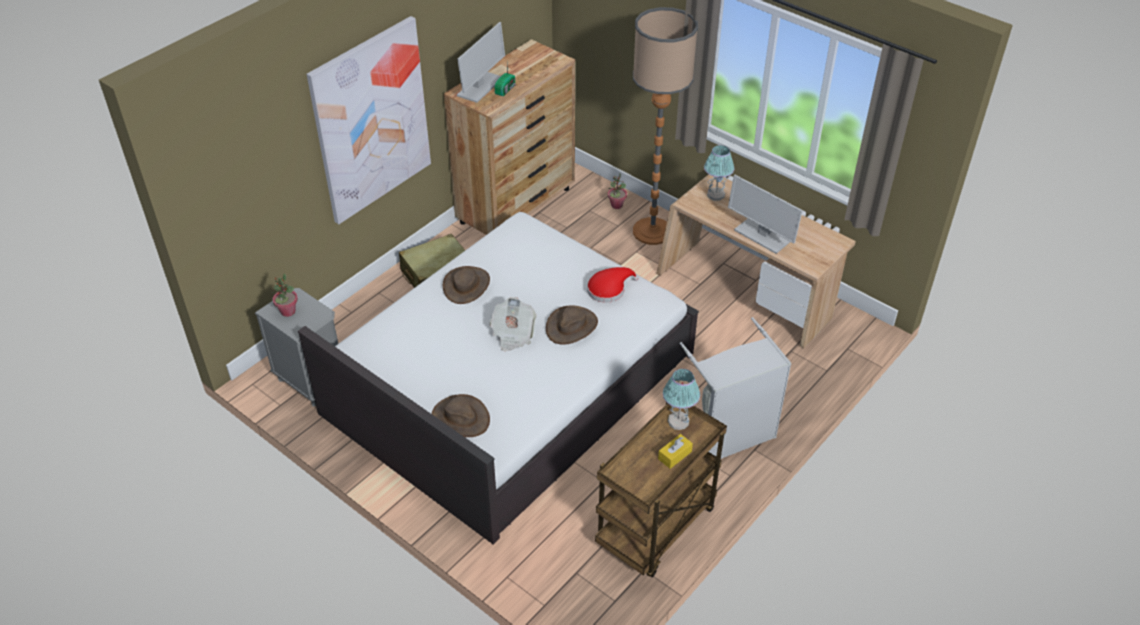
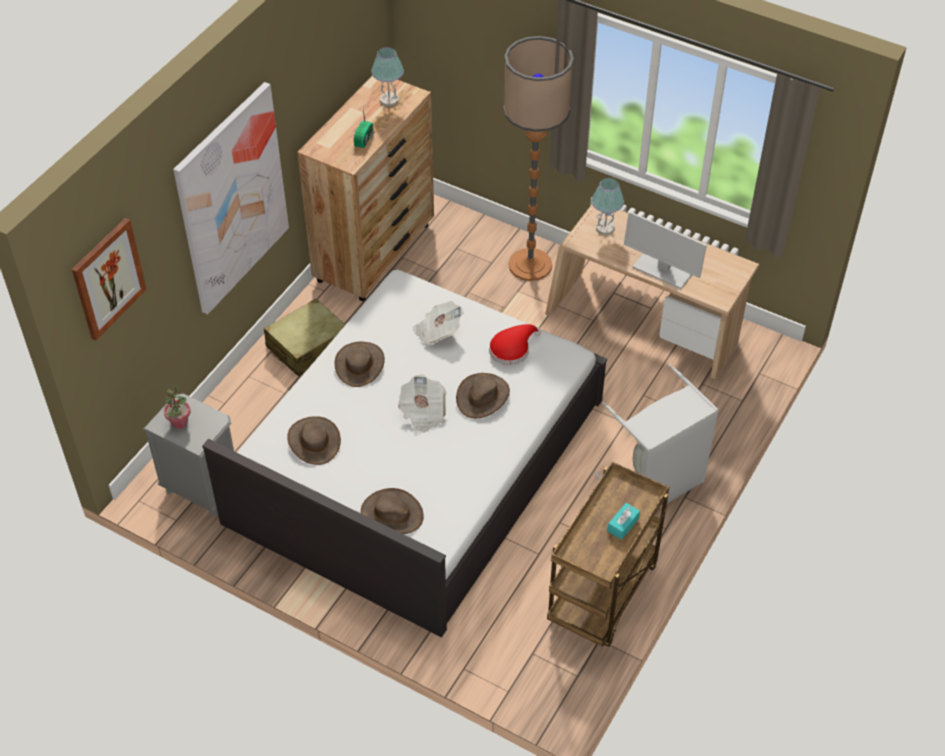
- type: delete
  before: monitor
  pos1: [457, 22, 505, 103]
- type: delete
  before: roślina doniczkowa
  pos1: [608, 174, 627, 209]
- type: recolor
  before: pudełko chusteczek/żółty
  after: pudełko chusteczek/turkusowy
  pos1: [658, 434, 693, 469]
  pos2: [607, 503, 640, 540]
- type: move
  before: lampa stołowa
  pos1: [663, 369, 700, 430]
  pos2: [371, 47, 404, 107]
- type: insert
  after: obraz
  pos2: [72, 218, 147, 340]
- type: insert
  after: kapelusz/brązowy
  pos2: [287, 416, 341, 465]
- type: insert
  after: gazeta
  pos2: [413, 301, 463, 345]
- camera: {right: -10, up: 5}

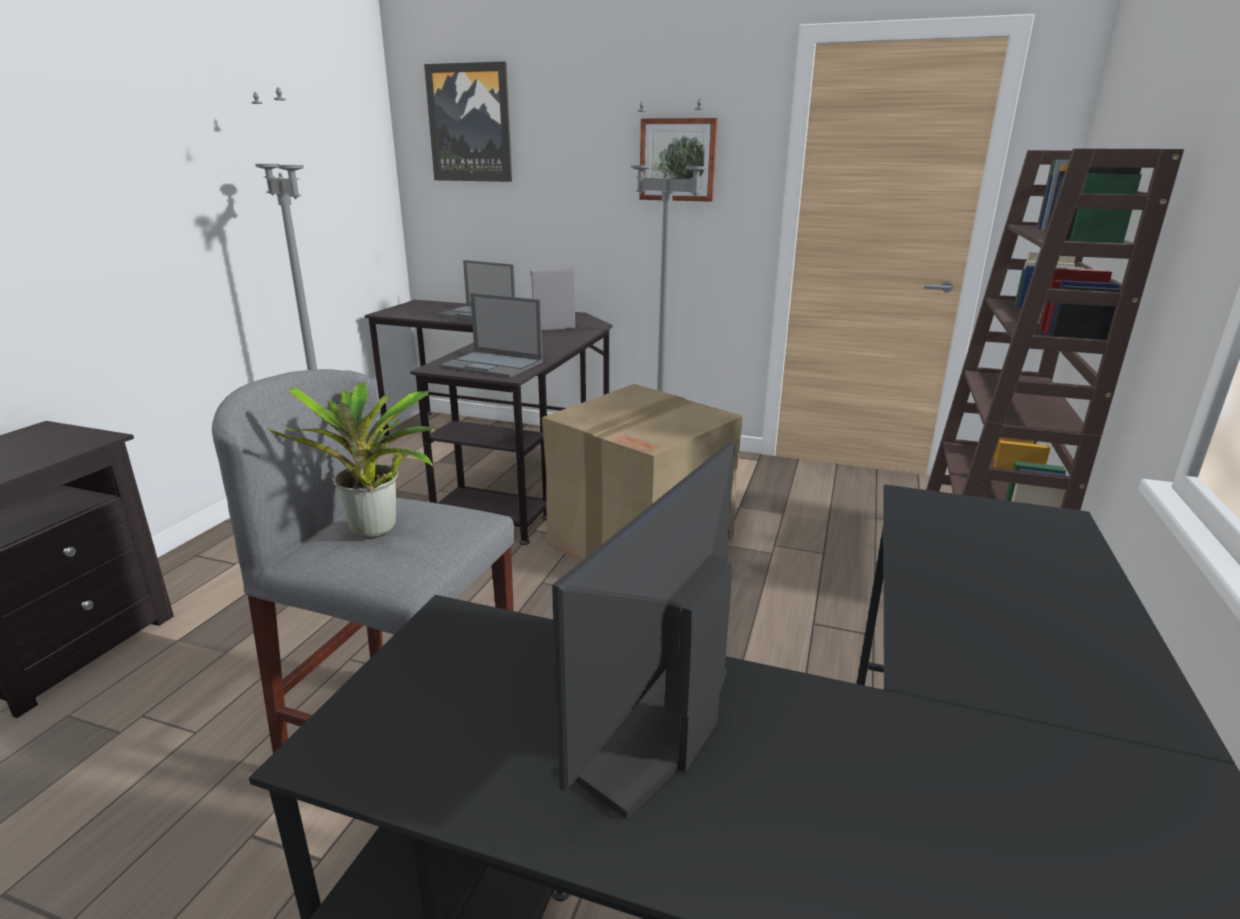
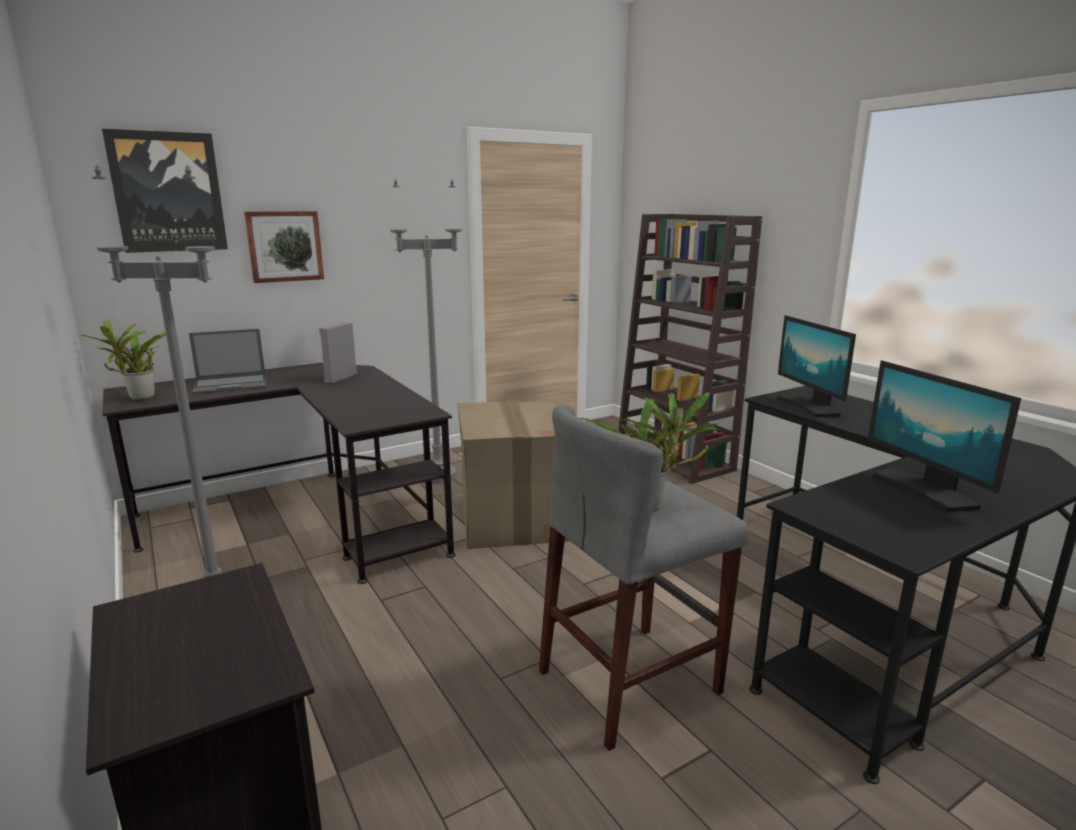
- type: delete
  before: laptop
  pos1: [440, 293, 543, 378]
- type: move
  before: obraz
  pos1: [639, 118, 718, 202]
  pos2: [244, 211, 324, 283]
- type: insert
  after: roślina doniczkowa
  pos2: [81, 320, 166, 400]
- type: insert
  after: monitor
  pos2: [776, 315, 856, 417]
- camera: {right: -50, up: -5}

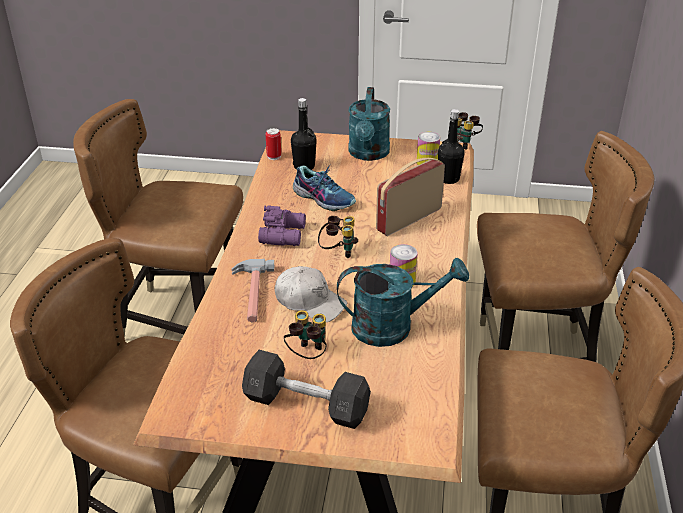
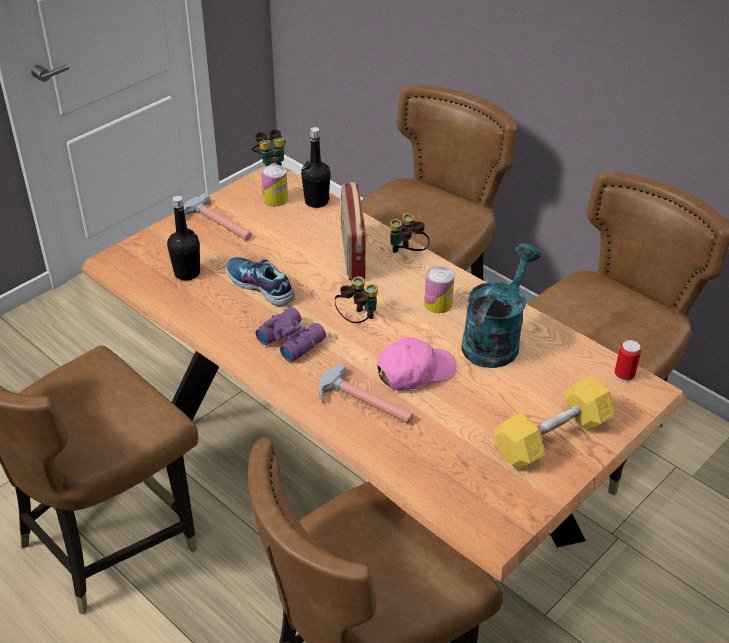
- type: recolor
  before: hantel/szary
  after: hantel/żółty
  pos1: [242, 350, 371, 429]
  pos2: [494, 376, 616, 470]
- type: move
  before: puszka
  pos1: [265, 128, 281, 160]
  pos2: [615, 340, 641, 382]
- type: recolor
  before: czapka z daszkiem/biały
  after: czapka z daszkiem/różowy
  pos1: [275, 266, 347, 322]
  pos2: [377, 337, 456, 390]
- type: move
  before: lornetka
  pos1: [284, 310, 327, 359]
  pos2: [390, 213, 430, 253]
- type: rotate
  before: but
  pos1: [293, 164, 356, 211]
  pos2: [226, 257, 295, 306]
  turn: -120
- type: replace
  before: konewka/turkusowy
  after: młotek
  pos1: [348, 87, 390, 161]
  pos2: [184, 193, 252, 240]
- camera: {right: -55, up: 5}

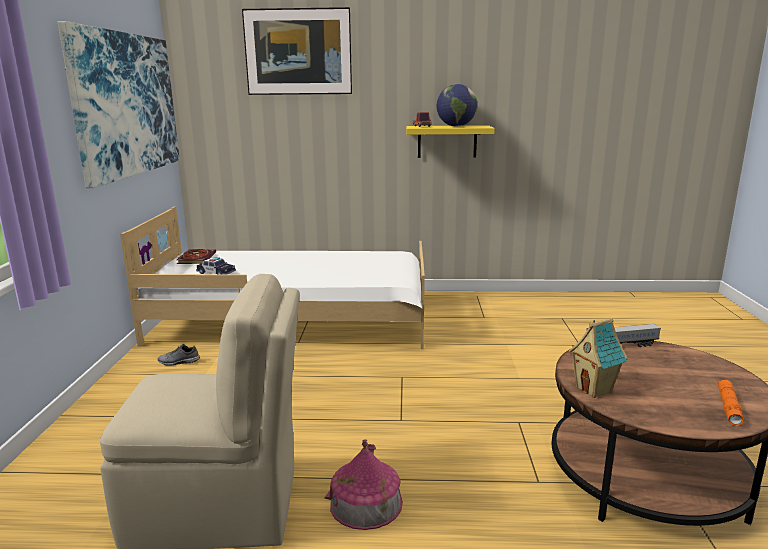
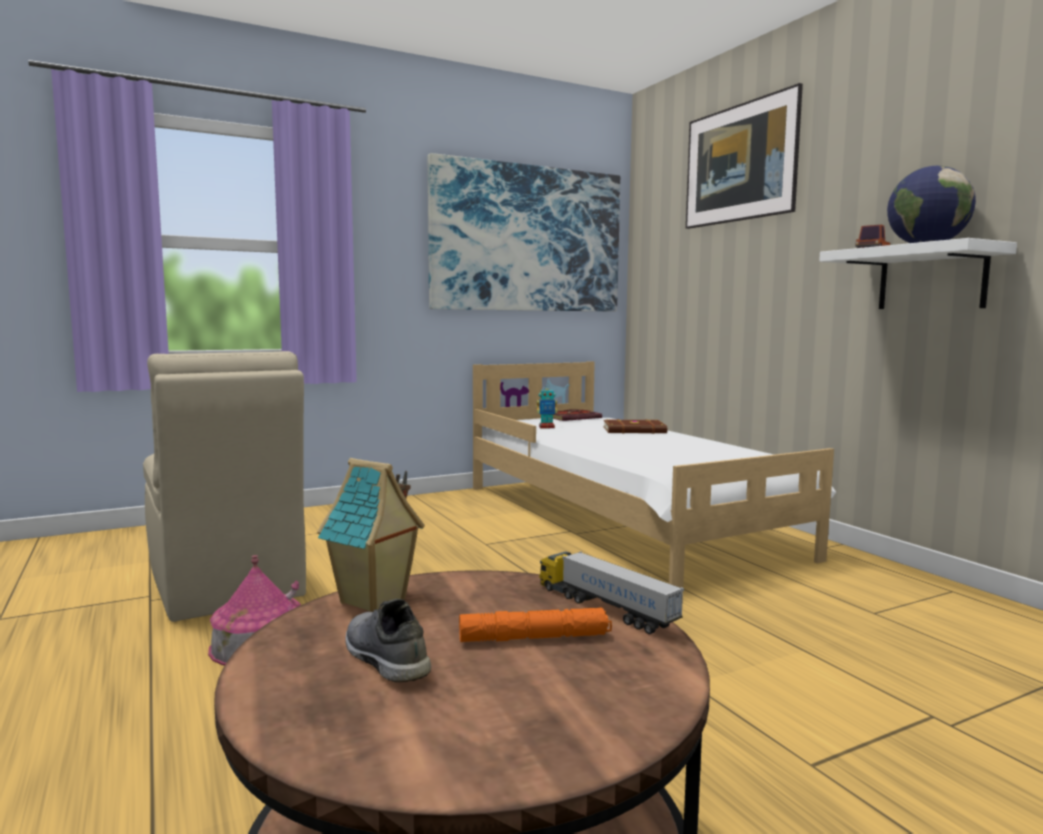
- type: move
  before: but/szary
  pos1: [158, 344, 200, 366]
  pos2: [345, 599, 431, 682]
- type: replace
  before: samochodzik
  after: robot zabawkowy
  pos1: [196, 257, 236, 274]
  pos2: [536, 383, 557, 428]
- type: recolor
  before: półka/żółty
  after: półka/biały
  pos1: [406, 125, 495, 158]
  pos2: [819, 238, 1017, 309]
- type: move
  before: latarka/pomarańczowy
  pos1: [718, 380, 744, 426]
  pos2: [459, 607, 612, 642]
- type: insert
  after: książka/brązowy
  pos2: [603, 419, 667, 434]
- camera: {right: 60, up: -10}

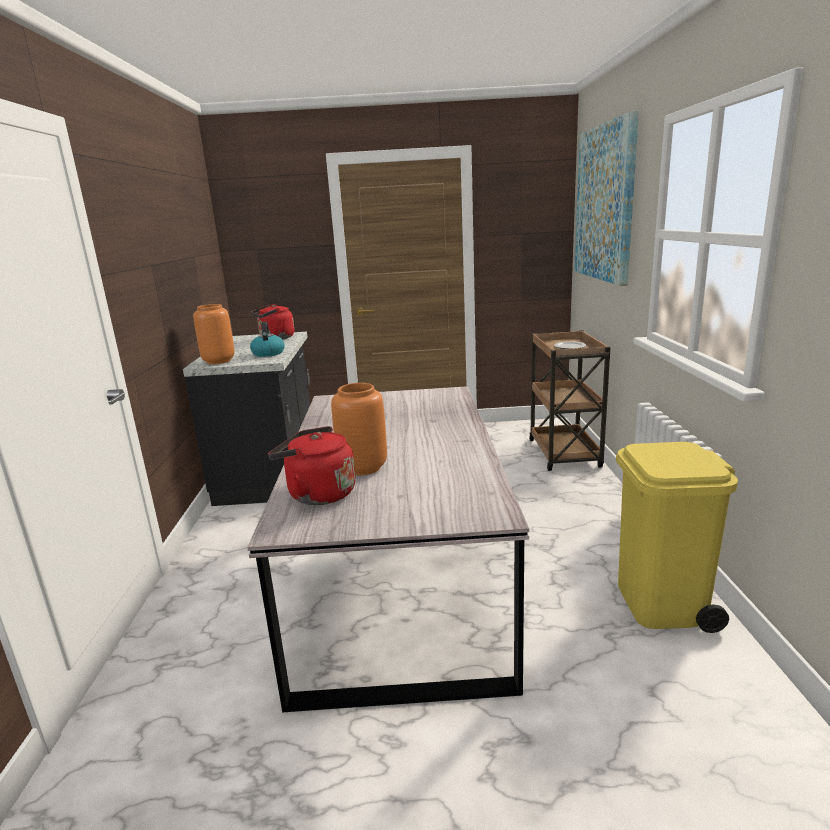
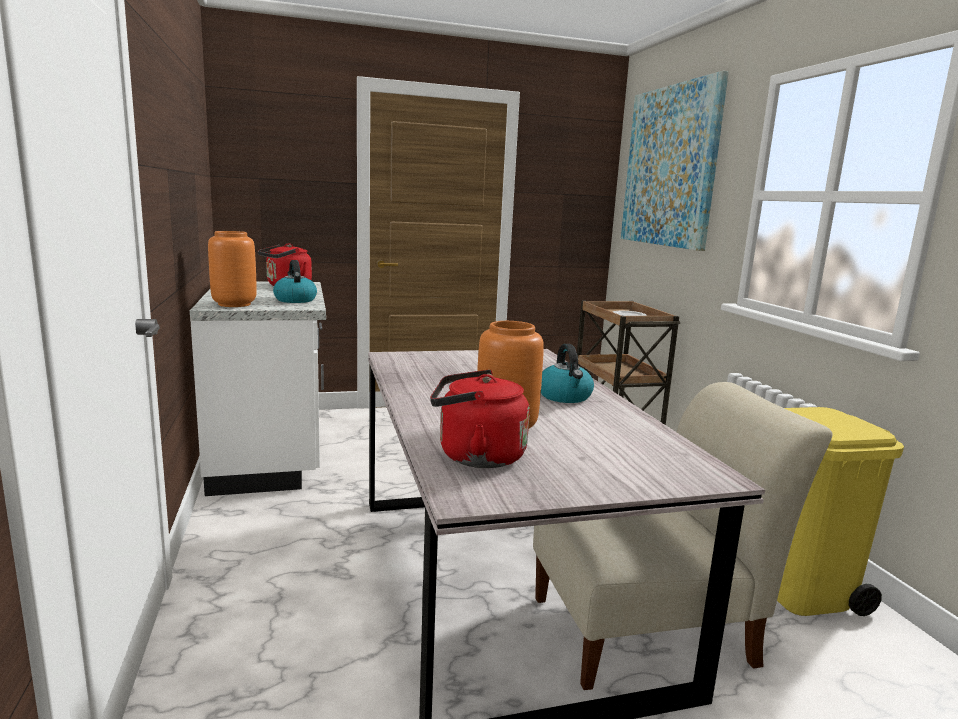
- type: recolor
  before: zabudowa kuchenna/czarny
  after: zabudowa kuchenna/biały
  pos1: [183, 332, 310, 506]
  pos2: [190, 281, 326, 496]
- type: insert
  after: krzesło/beżowy
  pos2: [533, 382, 832, 690]
- type: insert
  after: czajnik
  pos2: [541, 344, 594, 403]
- camera: {right: -15, up: -5}

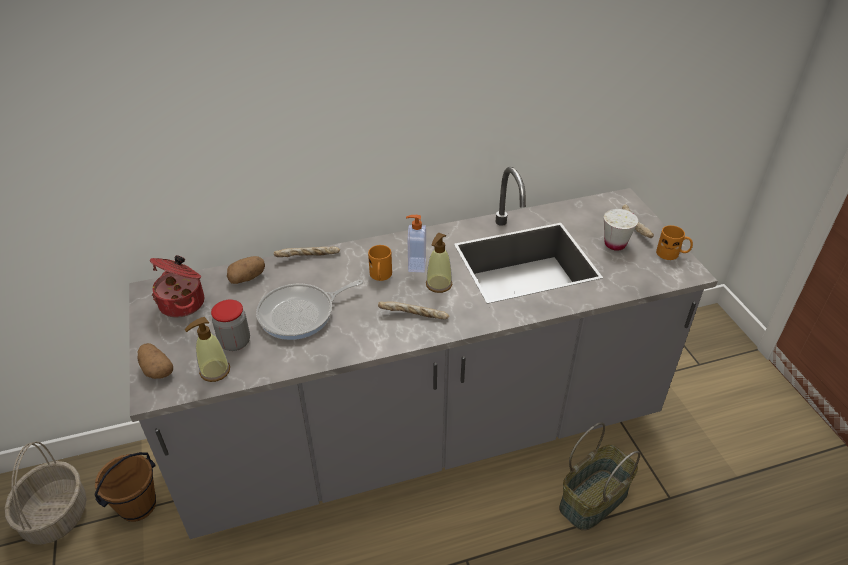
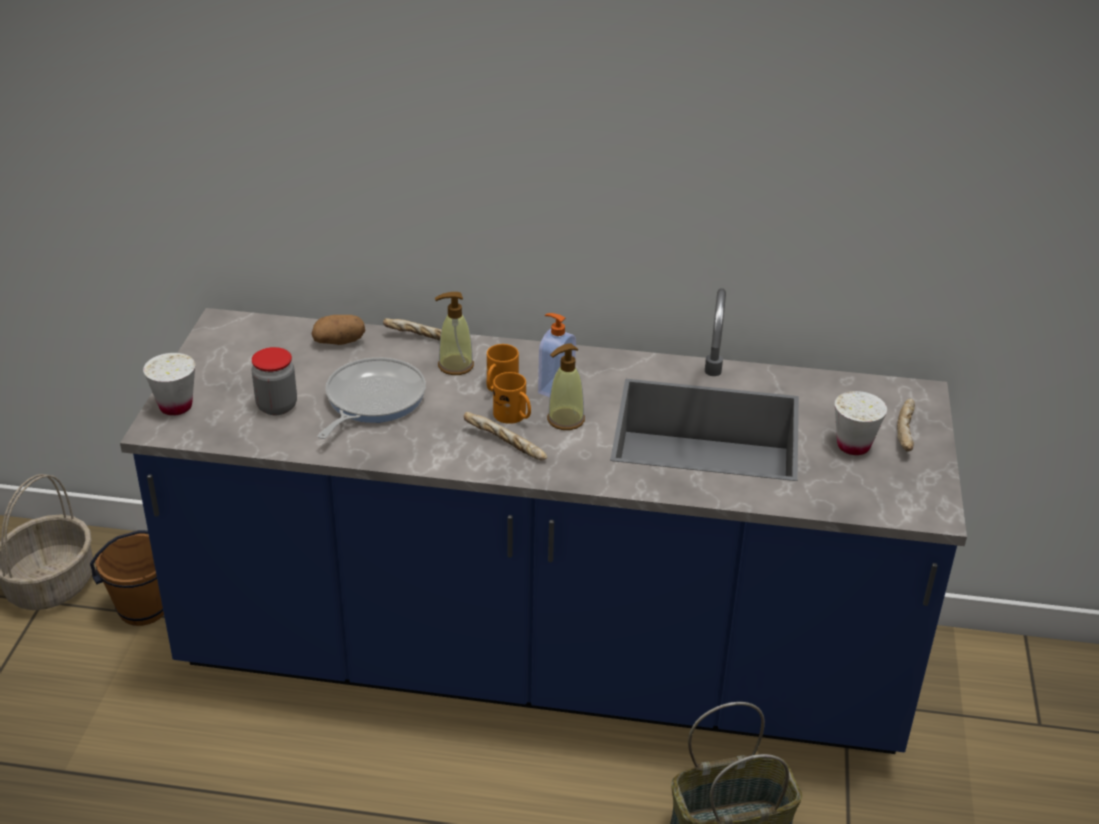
- type: recolor
  before: zabudowa kuchenna/szary
  after: zabudowa kuchenna/niebieski
  pos1: [129, 167, 718, 539]
  pos2: [120, 288, 967, 754]
- type: replace
  before: ziemniak
  after: filiżanka/biały
  pos1: [137, 343, 173, 379]
  pos2: [143, 353, 195, 416]
- type: delete
  before: garnek
  pos1: [150, 255, 204, 318]
- type: move
  before: dozownik mydła
  pos1: [184, 317, 230, 382]
  pos2: [435, 292, 474, 375]
- type: rotate
  before: patelnia
  pos1: [256, 280, 363, 340]
  pos2: [318, 357, 426, 439]
  turn: 120
- type: move
  before: kubek/pomarańczowy
  pos1: [656, 225, 693, 260]
  pos2: [493, 372, 531, 424]
- camera: {right: 25, up: -5}

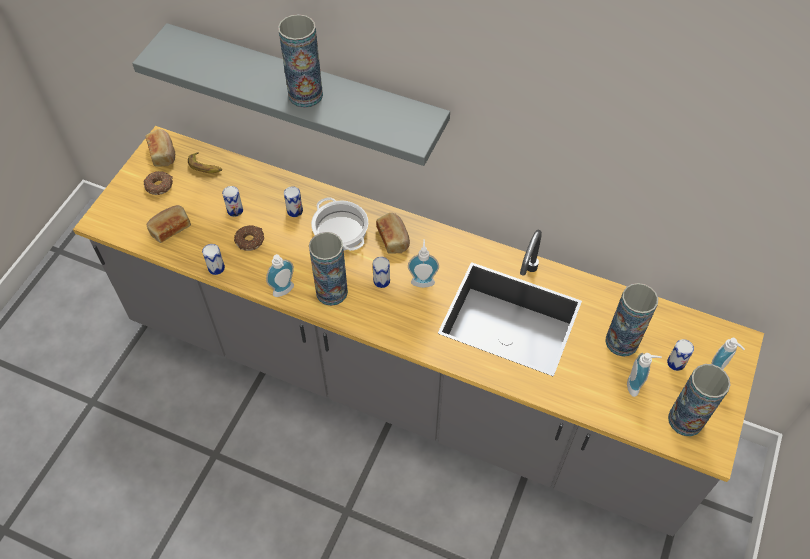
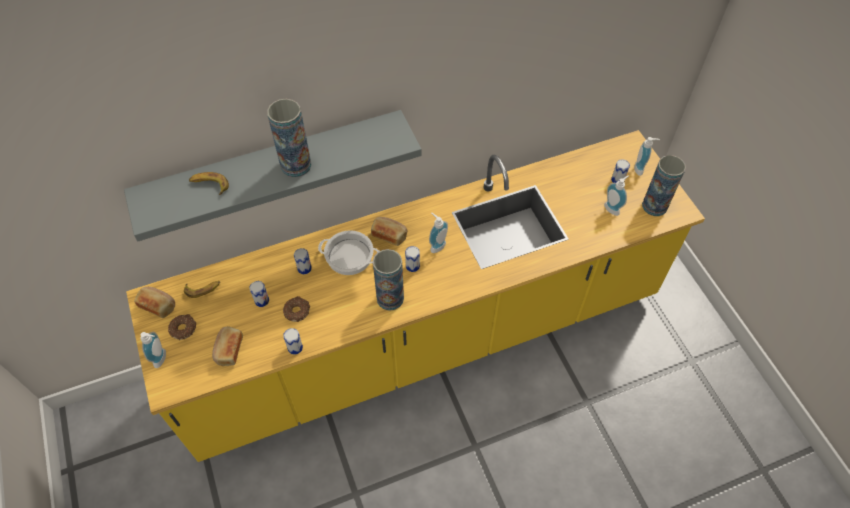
- type: recolor
  before: zabudowa kuchenna/szary
  after: zabudowa kuchenna/żółty
  pos1: [73, 126, 764, 536]
  pos2: [126, 130, 705, 462]
- type: move
  before: dozownik mydła
  pos1: [266, 254, 294, 297]
  pos2: [140, 332, 166, 368]
- type: delete
  before: wazon
  pos1: [605, 283, 658, 357]
- type: insert
  after: banan
  pos2: [189, 172, 229, 195]
- camera: {right: -45, up: 0}

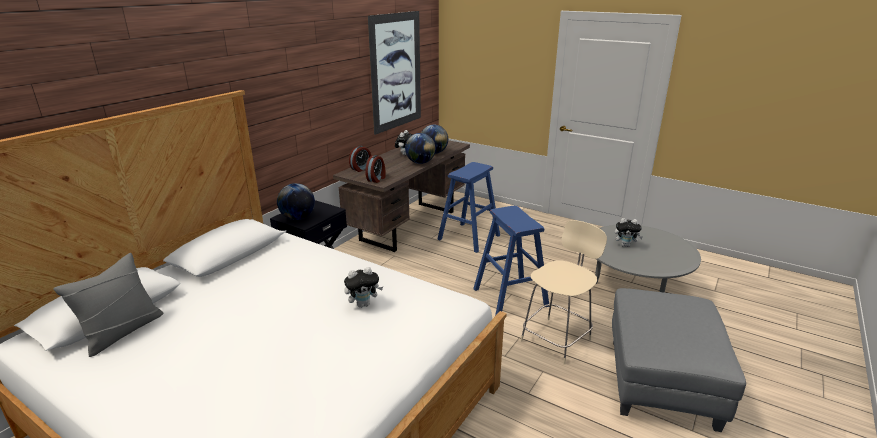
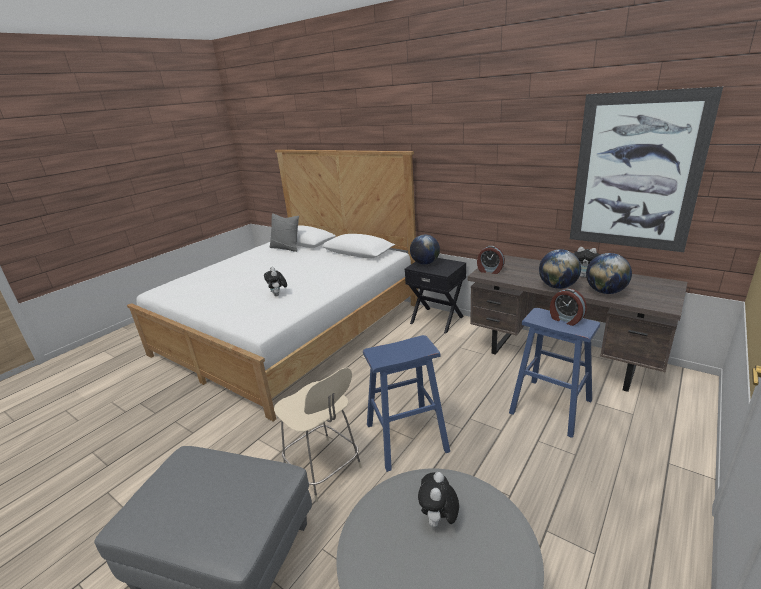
- type: move
  before: budzik
  pos1: [349, 146, 372, 172]
  pos2: [550, 288, 587, 326]
- camera: {right: 95, up: 0}

